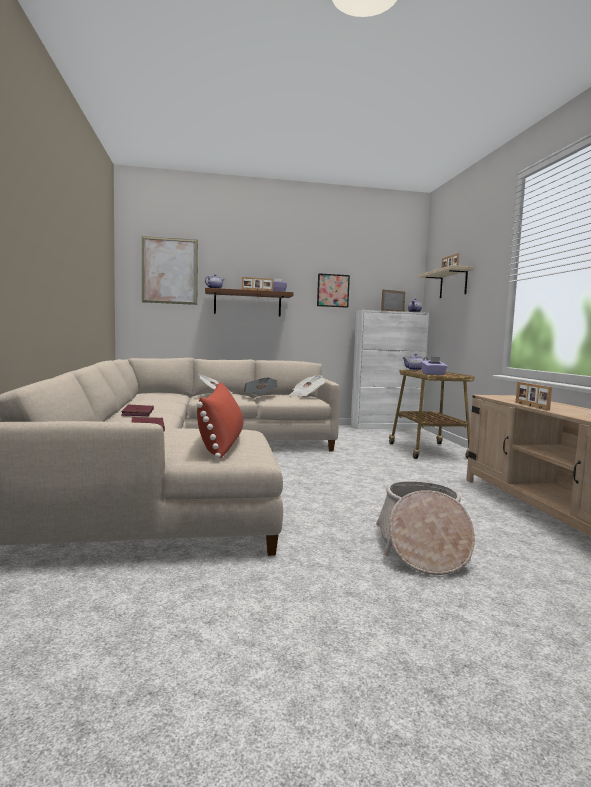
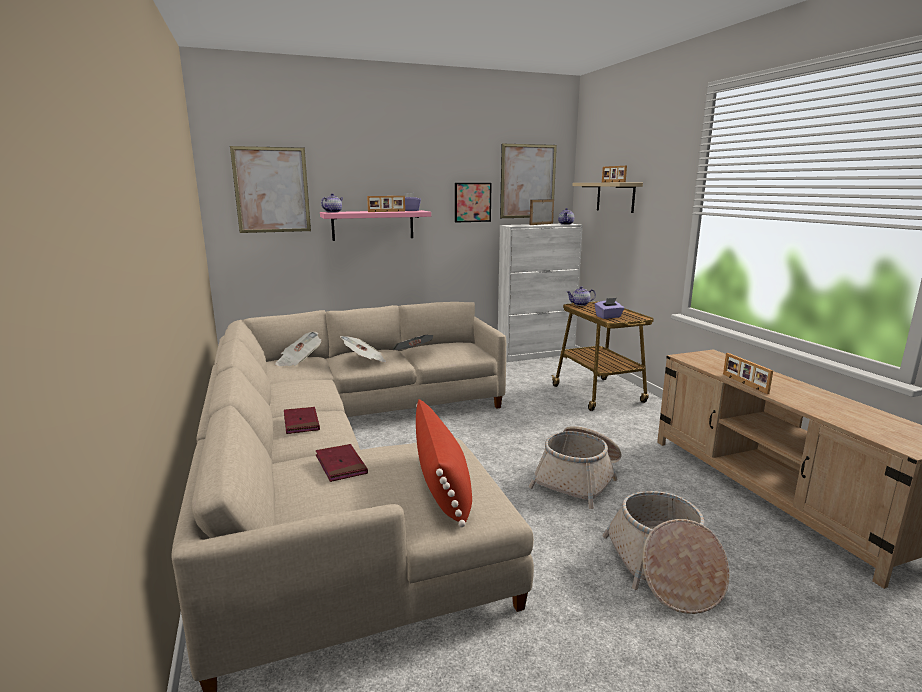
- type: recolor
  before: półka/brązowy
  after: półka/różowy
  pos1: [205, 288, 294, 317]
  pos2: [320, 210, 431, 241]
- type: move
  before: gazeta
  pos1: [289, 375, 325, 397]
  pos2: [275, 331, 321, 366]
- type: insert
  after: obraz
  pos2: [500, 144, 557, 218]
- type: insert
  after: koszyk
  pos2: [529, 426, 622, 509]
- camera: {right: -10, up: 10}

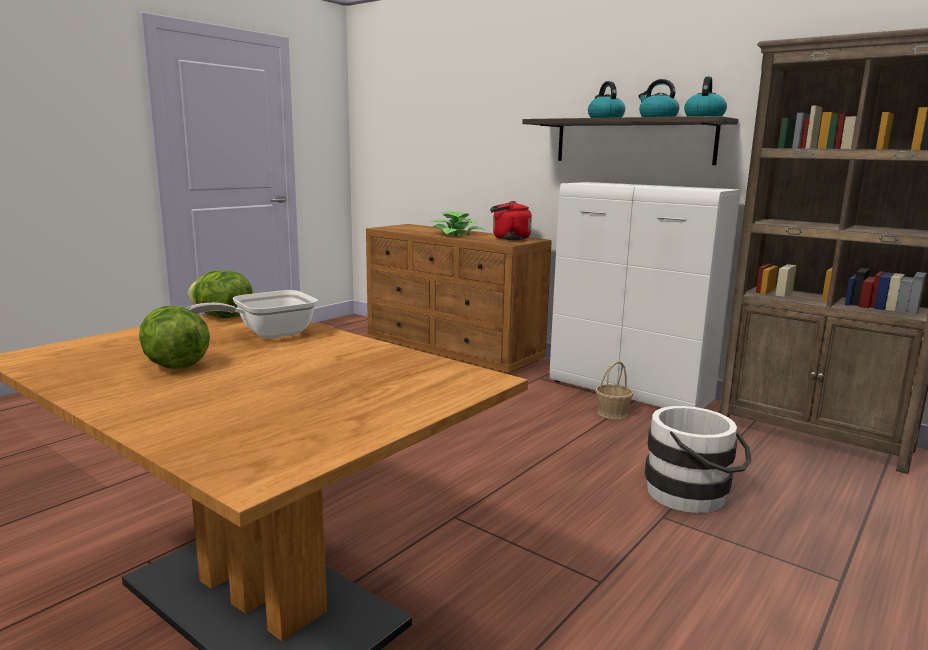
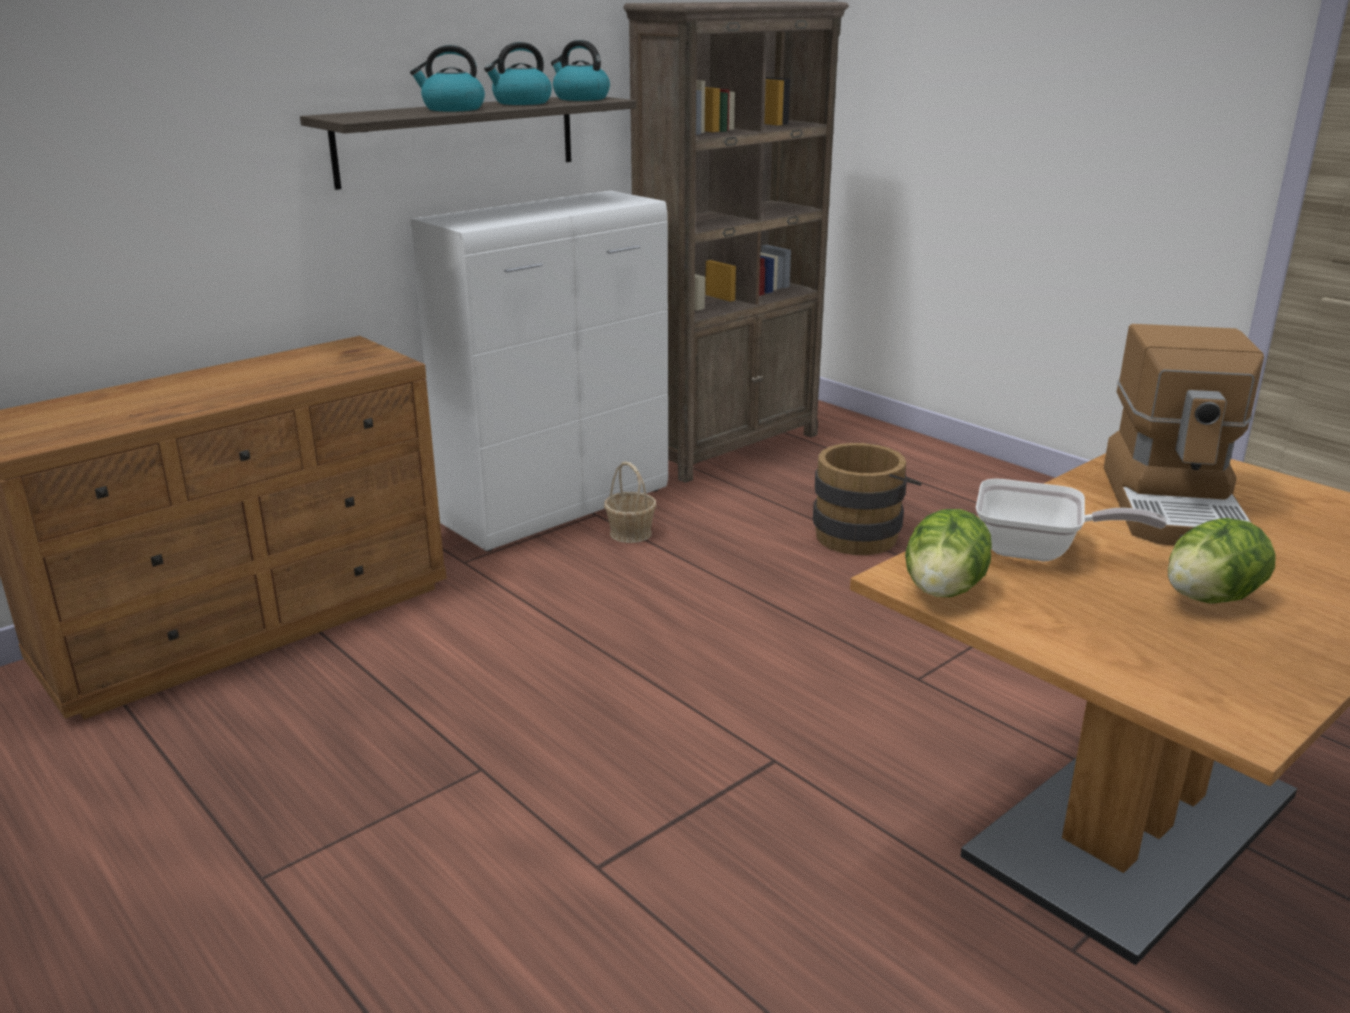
- type: rotate
  before: patelnia
  pos1: [186, 290, 318, 339]
  pos2: [976, 478, 1167, 561]
  turn: -45
- type: delete
  before: roślina doniczkowa
  pos1: [429, 211, 486, 237]
- type: delete
  before: czajnik/czerwony
  pos1: [490, 201, 532, 240]
- type: recolor
  before: wiadro/biały
  after: wiadro/brązowy
  pos1: [645, 406, 752, 513]
  pos2: [813, 443, 922, 555]
- type: insert
  after: ekspres do kawy
  pos2: [1104, 324, 1264, 545]
- camera: {right: -80, up: 10}

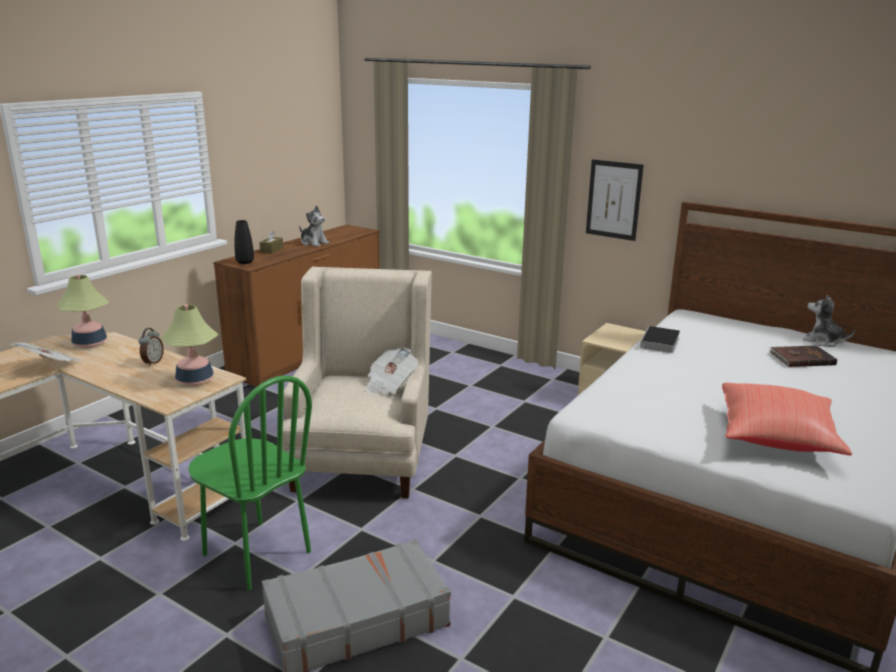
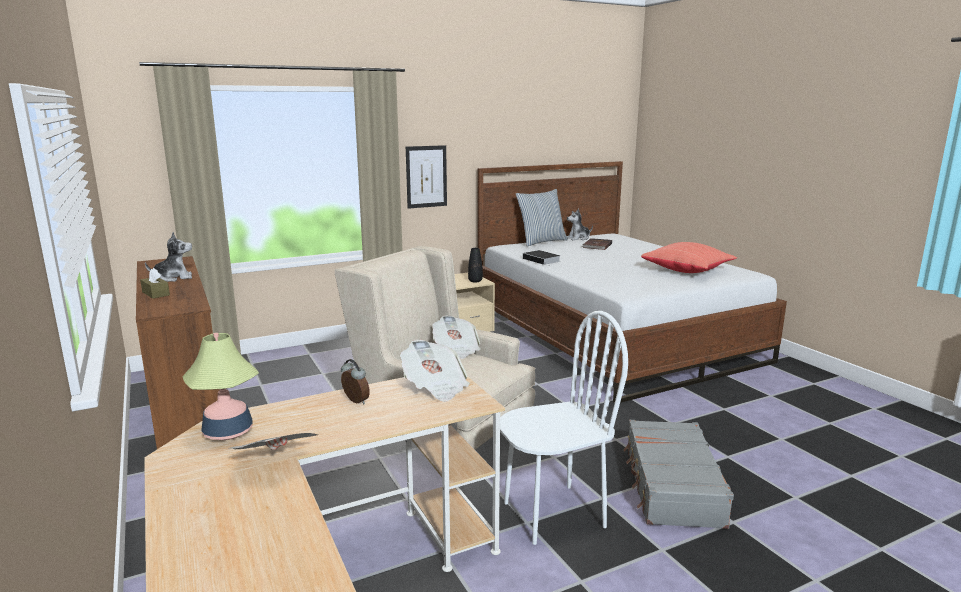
- type: replace
  before: lampa stołowa
  after: gazeta
  pos1: [160, 304, 219, 386]
  pos2: [400, 339, 470, 402]
- type: recolor
  before: krzesło/zielony
  after: krzesło/biały
  pos1: [188, 376, 312, 591]
  pos2: [500, 311, 628, 545]
- type: move
  before: wazon/czarny
  pos1: [234, 220, 254, 264]
  pos2: [468, 248, 483, 282]
- type: insert
  after: poduszka
  pos2: [516, 189, 568, 247]
- camera: {right: -60, up: -5}

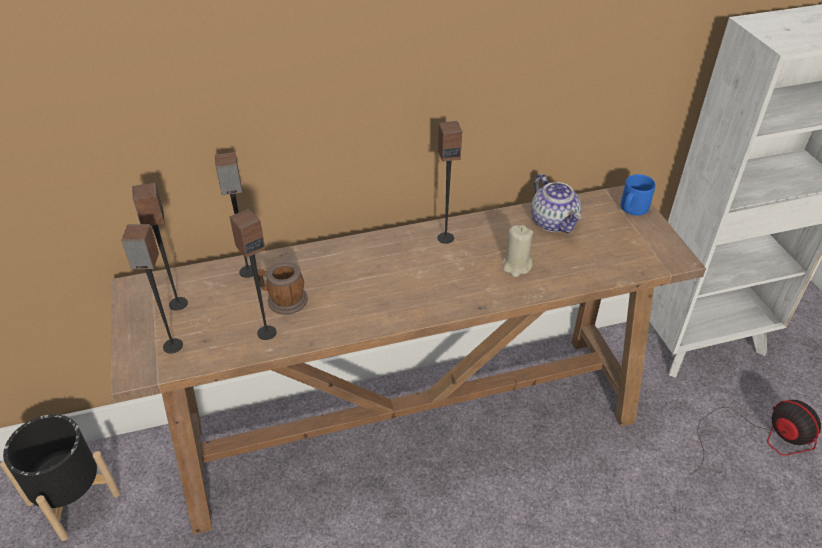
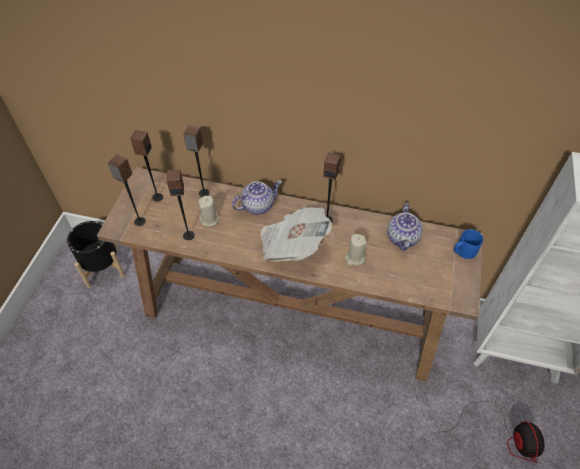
- type: replace
  before: kubek
  after: świeca/beżowy
  pos1: [257, 262, 308, 315]
  pos2: [198, 196, 220, 226]
- type: insert
  after: imbryk
  pos2: [232, 180, 282, 215]
- type: insert
  after: gazeta
  pos2: [261, 207, 331, 261]
- camera: {right: 30, up: 10}

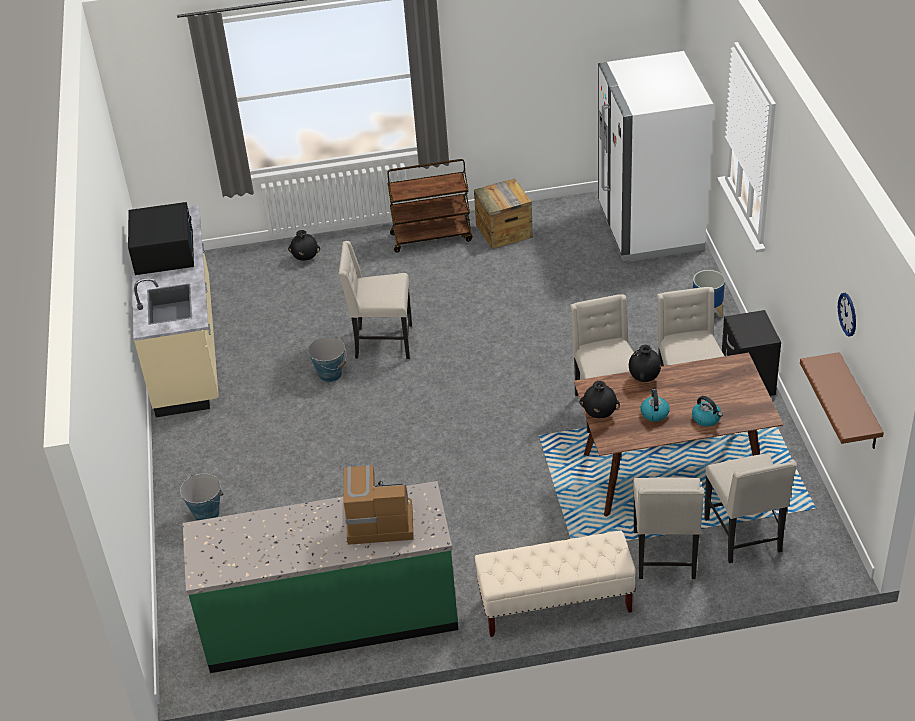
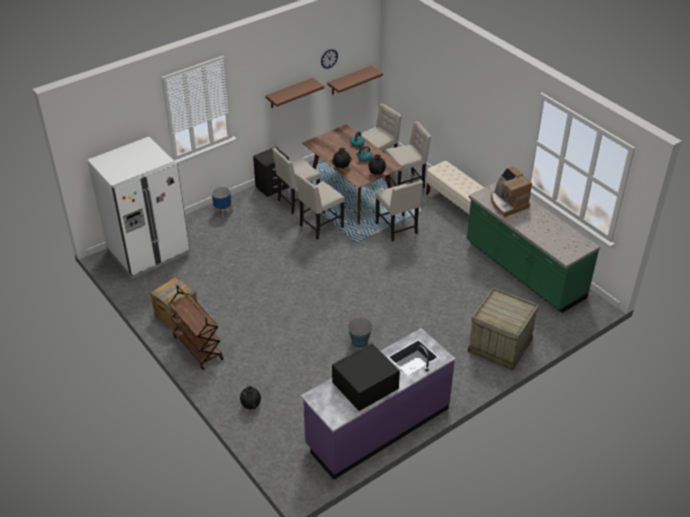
- type: recolor
  before: zabudowa kuchenna/beżowy
  after: zabudowa kuchenna/fioletowy
  pos1: [132, 205, 219, 417]
  pos2: [300, 328, 455, 480]
- type: replace
  before: wiadro
  after: skrzynka
  pos1: [180, 473, 223, 521]
  pos2: [468, 287, 539, 370]
- type: move
  before: krzesło/beżowy
  pos1: [339, 241, 412, 359]
  pos2: [376, 180, 423, 242]
- type: insert
  after: półka/brązowy
  pos2: [266, 78, 324, 108]
- camera: {right: -120, up: 0}

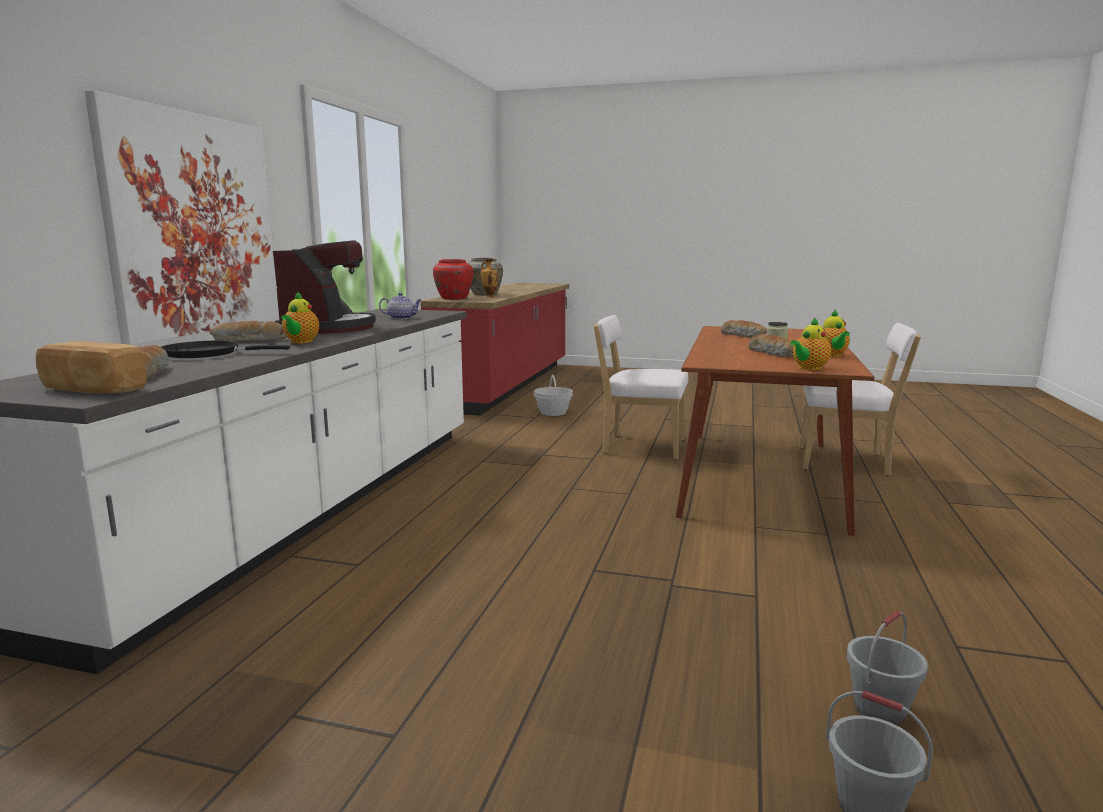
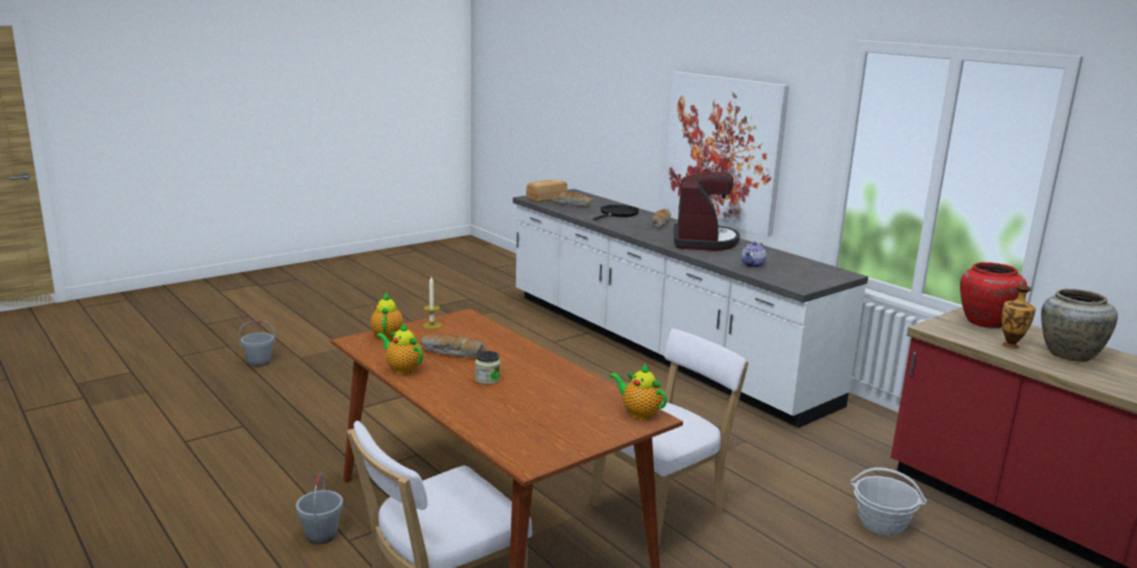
- type: rotate
  before: ekspres do kawy
  pos1: [273, 240, 376, 334]
  pos2: [674, 172, 740, 251]
  turn: -120
- type: move
  before: imbryk
  pos1: [282, 291, 319, 343]
  pos2: [610, 363, 667, 419]
- type: delete
  before: chleb
  pos1: [721, 320, 767, 338]
- type: move
  before: wiadro/szary
  pos1: [846, 611, 928, 725]
  pos2: [296, 473, 343, 544]
- type: insert
  after: świeca
  pos2: [422, 277, 442, 329]
- camera: {right: 125, up: 5}

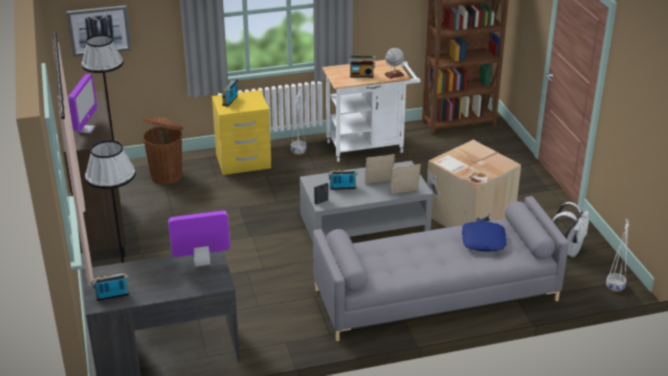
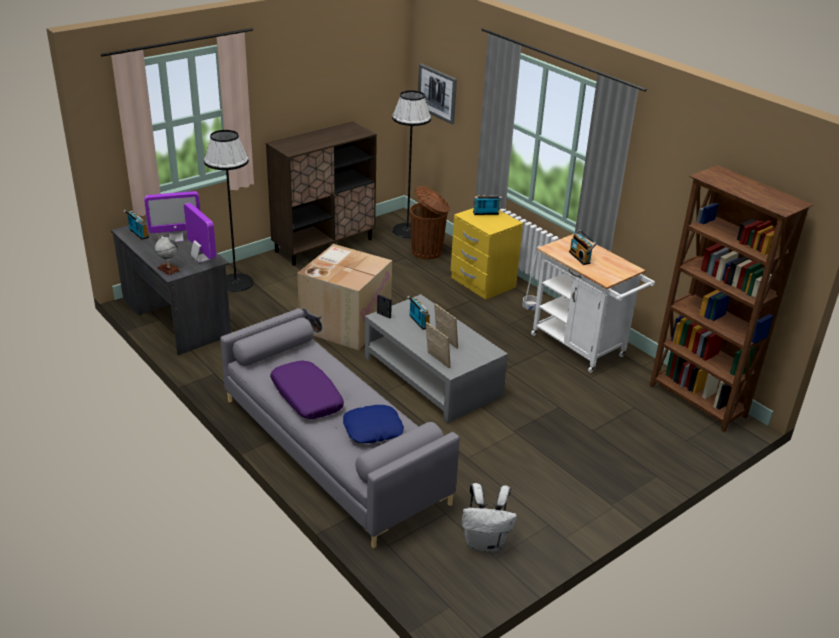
- type: move
  before: monitor
  pos1: [68, 74, 97, 133]
  pos2: [144, 191, 200, 242]
- type: move
  before: globus
  pos1: [385, 48, 404, 79]
  pos2: [155, 236, 181, 276]
- type: move
  before: karton
  pos1: [427, 140, 521, 228]
  pos2: [297, 244, 392, 350]
- type: delete
  before: donica/biały
  pos1: [606, 218, 629, 292]
- type: insert
  after: poduszka/fioletowy
  pos2: [270, 361, 344, 419]
- camera: {right: 65, up: 0}

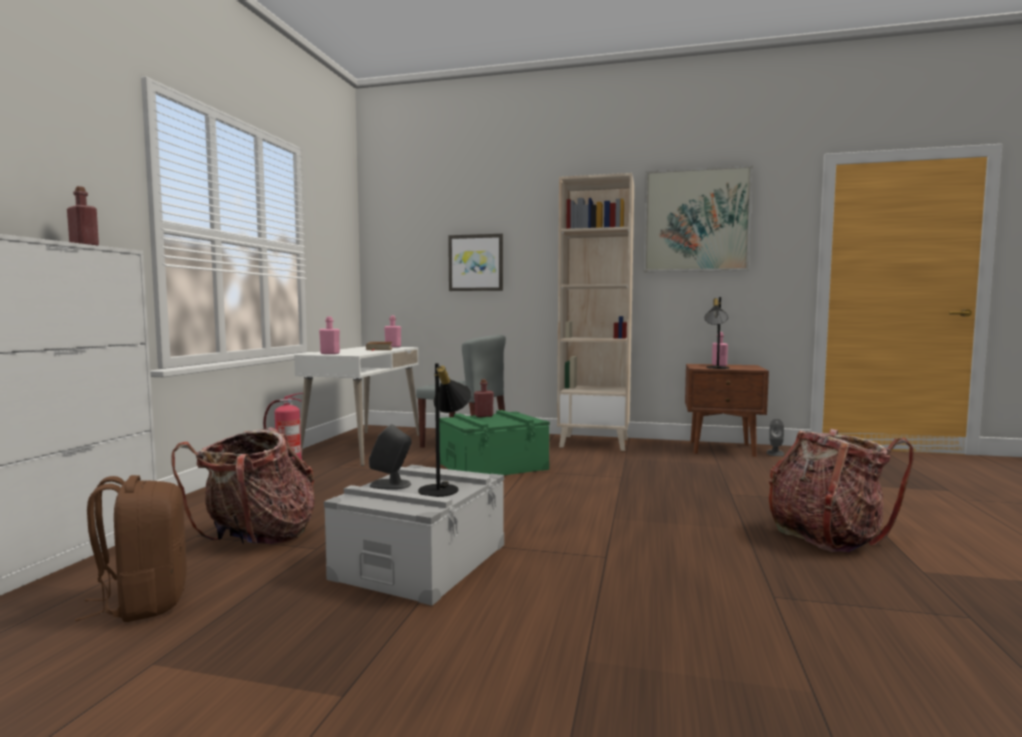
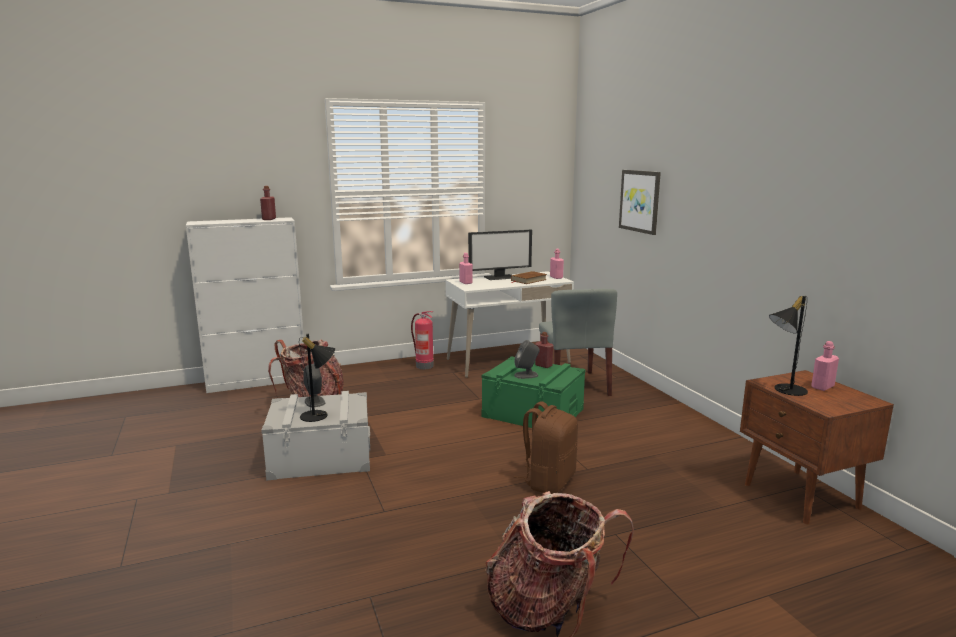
- type: move
  before: plecak/brązowy
  pos1: [75, 475, 187, 622]
  pos2: [514, 401, 578, 494]
- type: delete
  before: regał/beżowy
  pos1: [557, 173, 634, 451]
- type: delete
  before: obraz
  pos1: [644, 165, 753, 272]
- type: move
  before: głośnik/szary
  pos1: [767, 419, 784, 456]
  pos2: [514, 340, 540, 379]
- type: insert
  after: monitor
  pos2: [468, 230, 532, 280]
- camera: {right: 55, up: 10}

